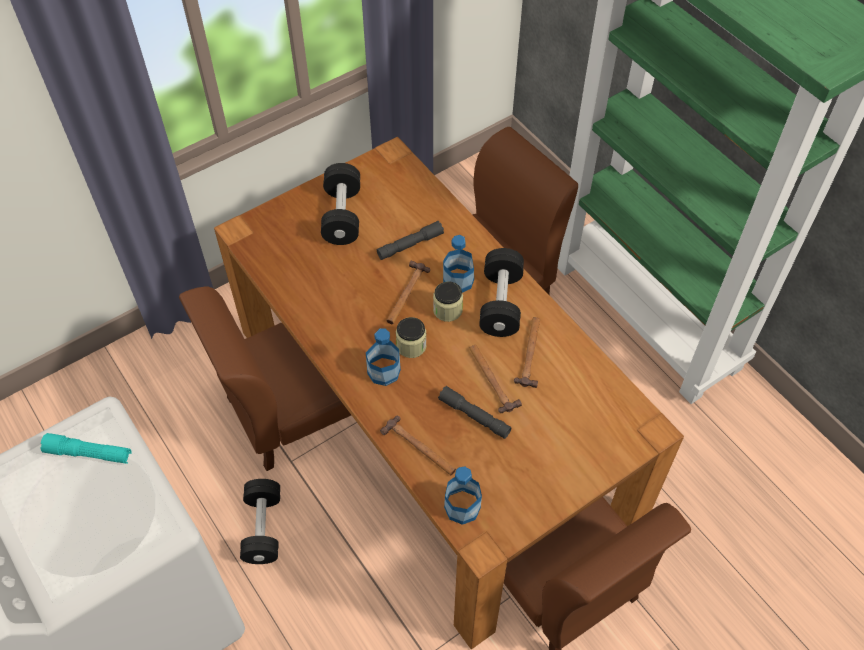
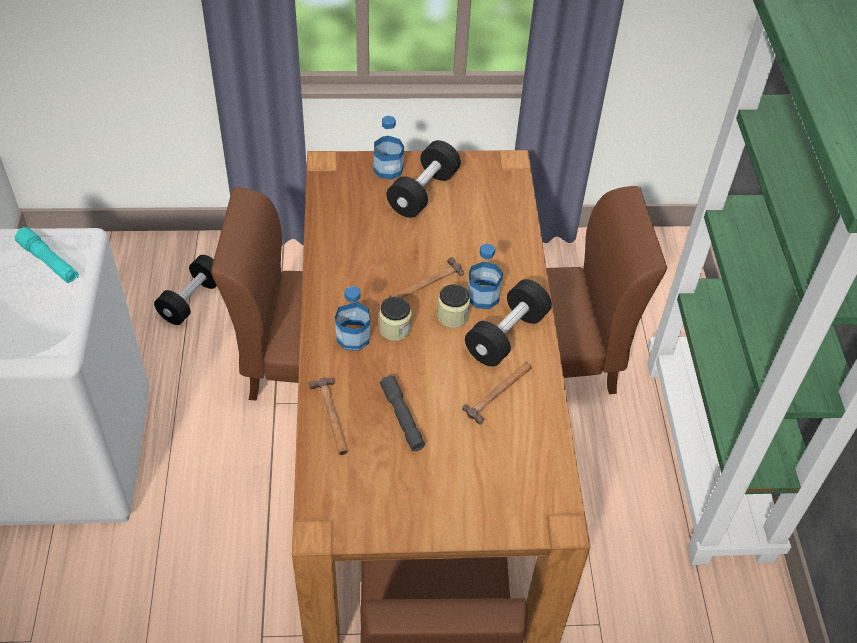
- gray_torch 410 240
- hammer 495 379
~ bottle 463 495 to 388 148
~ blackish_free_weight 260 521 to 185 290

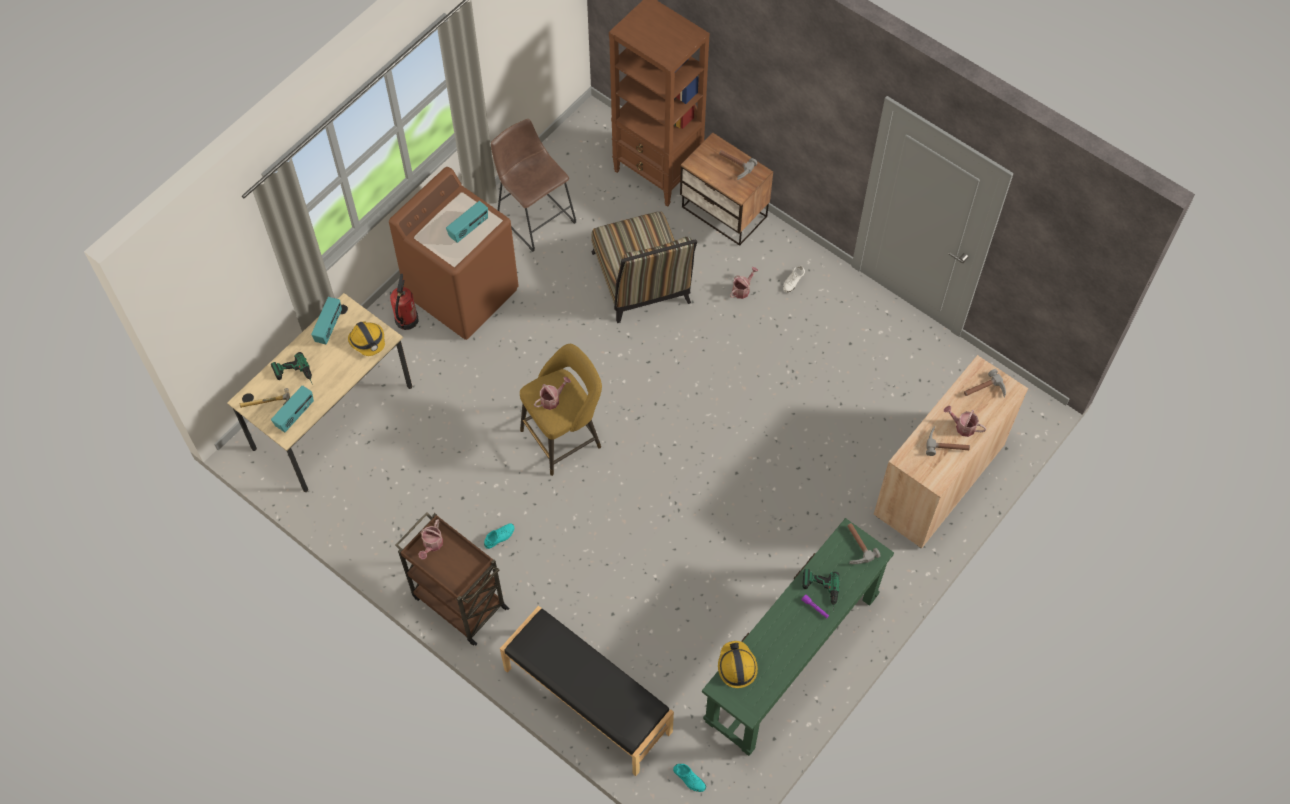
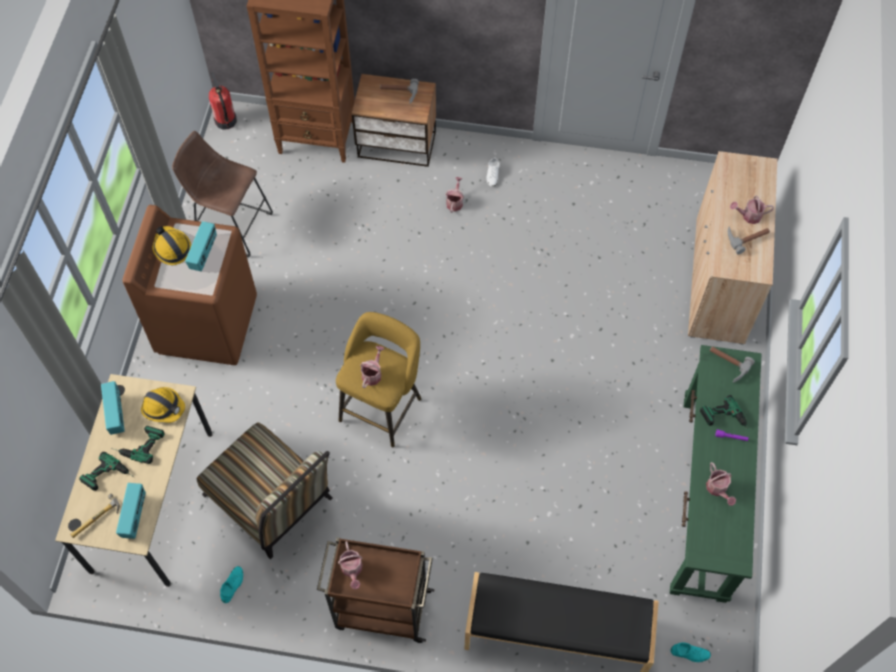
~ plain_chair 644 267 to 265 490
~ fire-fighting_cylinder 404 301 to 223 101
- hammer 985 383
~ turquoise-coloured_shoe 499 536 to 231 584
~ work_helmet 738 664 to 171 245
+ power_drill 137 445
+ watering_can 721 484

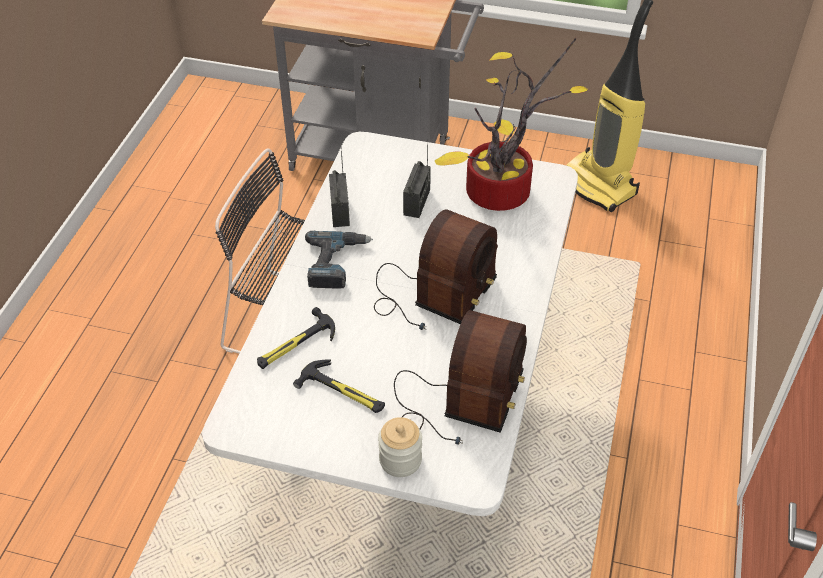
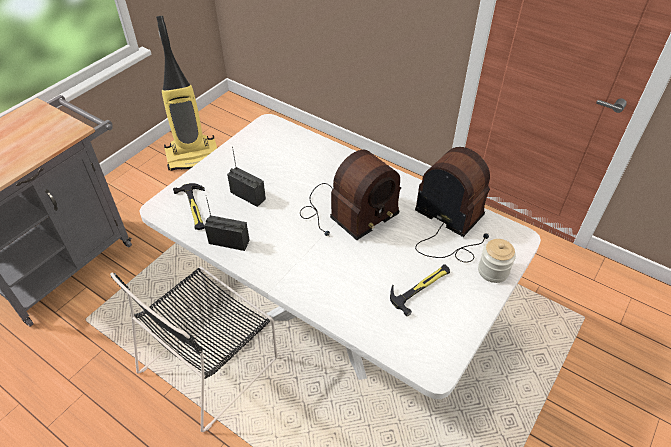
- houseplant 511 124
~ radio 436 269 = 350 195 90 degrees clockwise
- power_drill 339 260
~ hammer 296 338 to 189 206

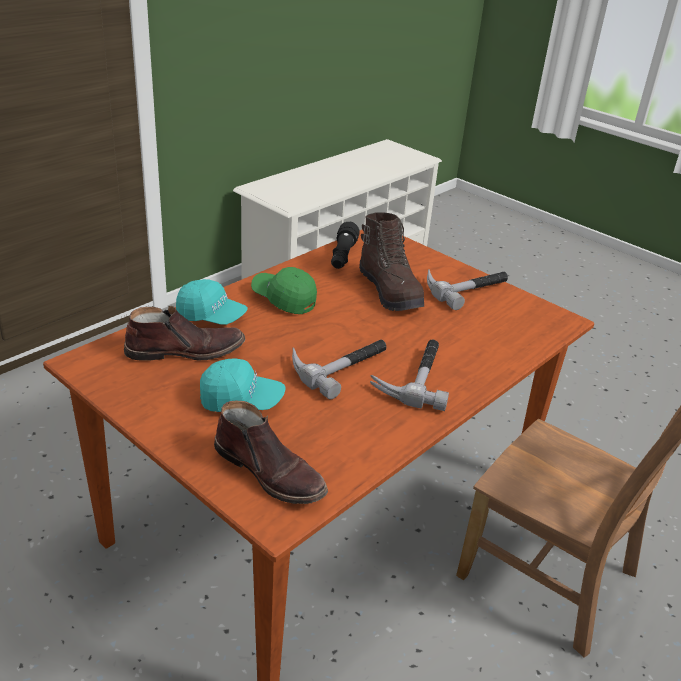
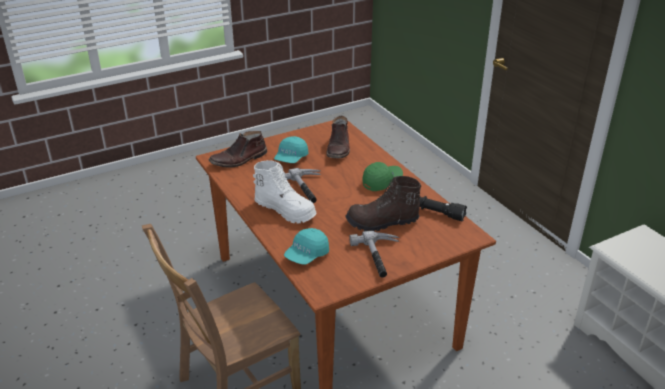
~ turquoise-coloured_baseball_cap 212 302 to 306 246
~ hammer 409 375 to whitish_high-top_boot 285 192

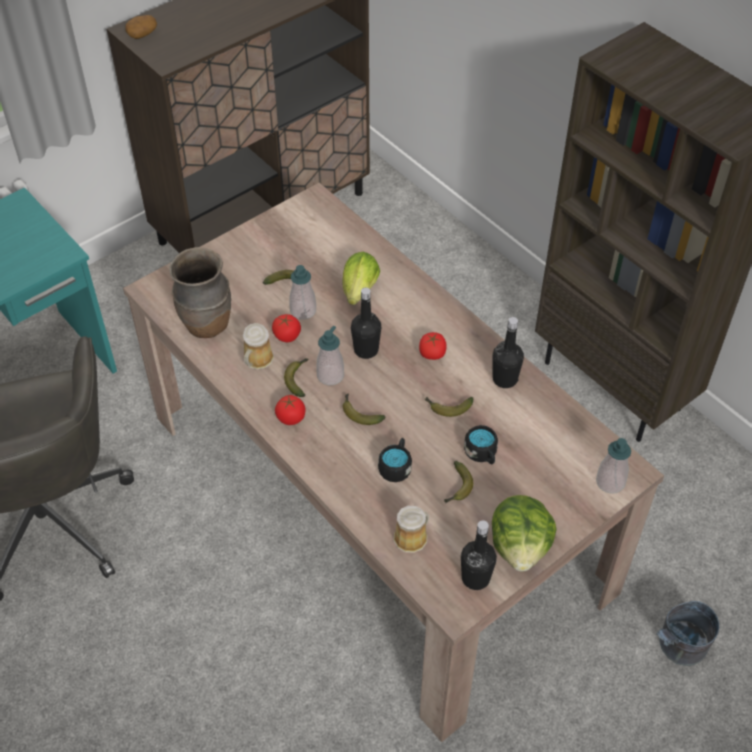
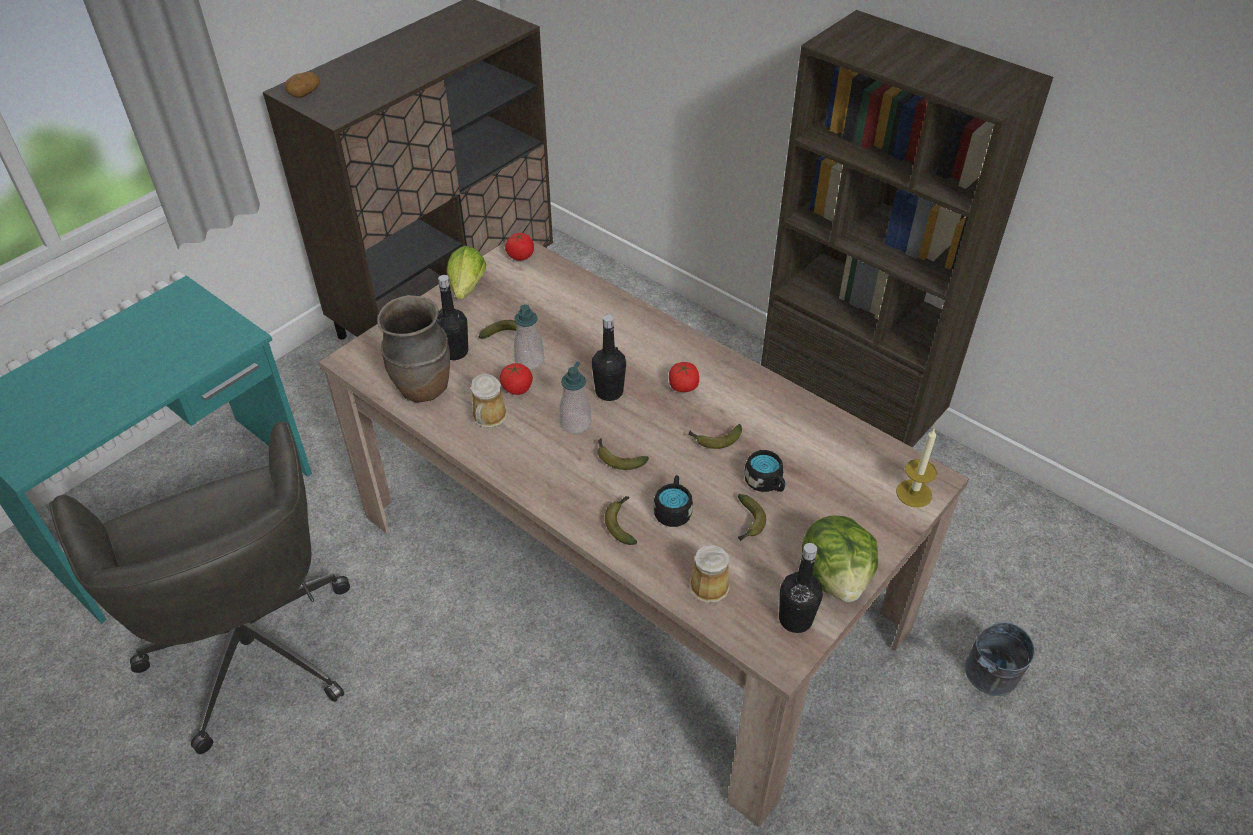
~ head_of_lettuce 361 278 to 466 272
~ blackish_bottle 508 352 to 452 317
~ whole_banana 296 377 to 621 520
~ whole_tomato 290 410 to 519 247
~ soap_bottle 613 466 to candle 916 468

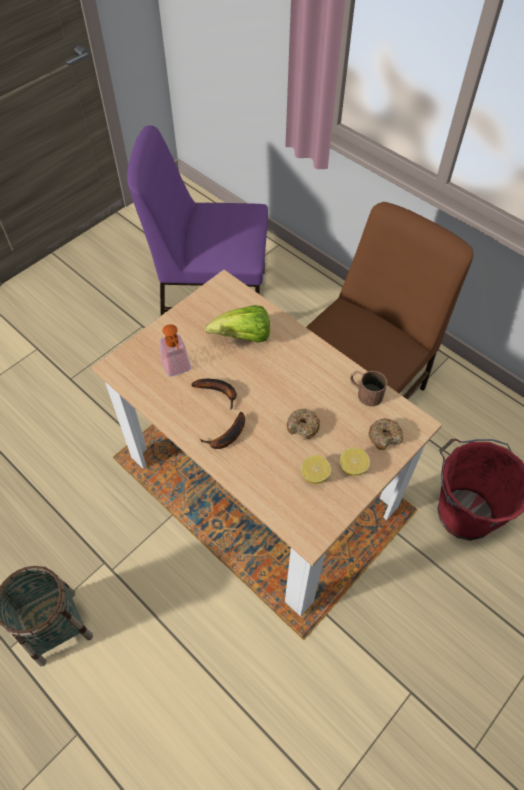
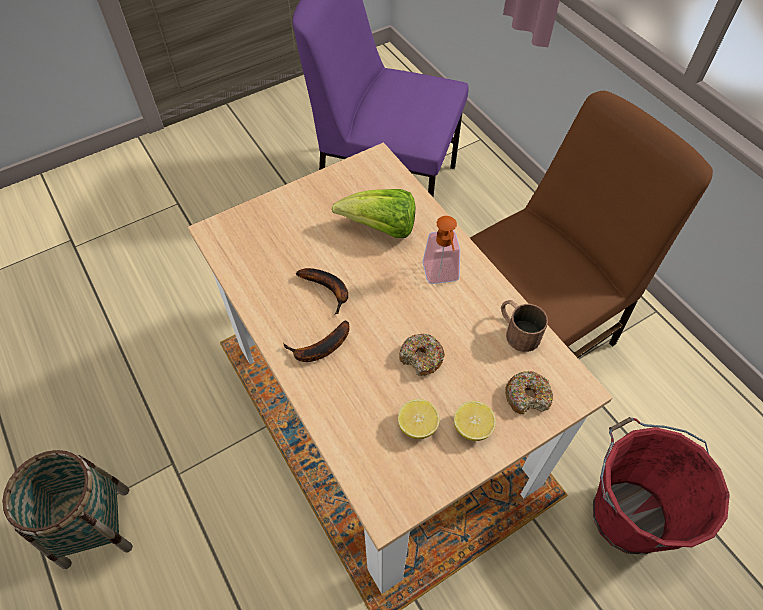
~ soap_bottle 175 350 to 441 250

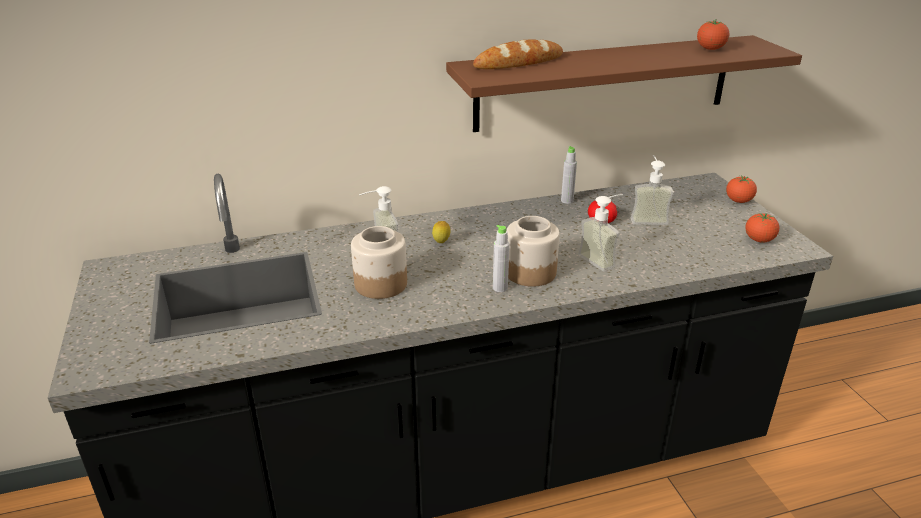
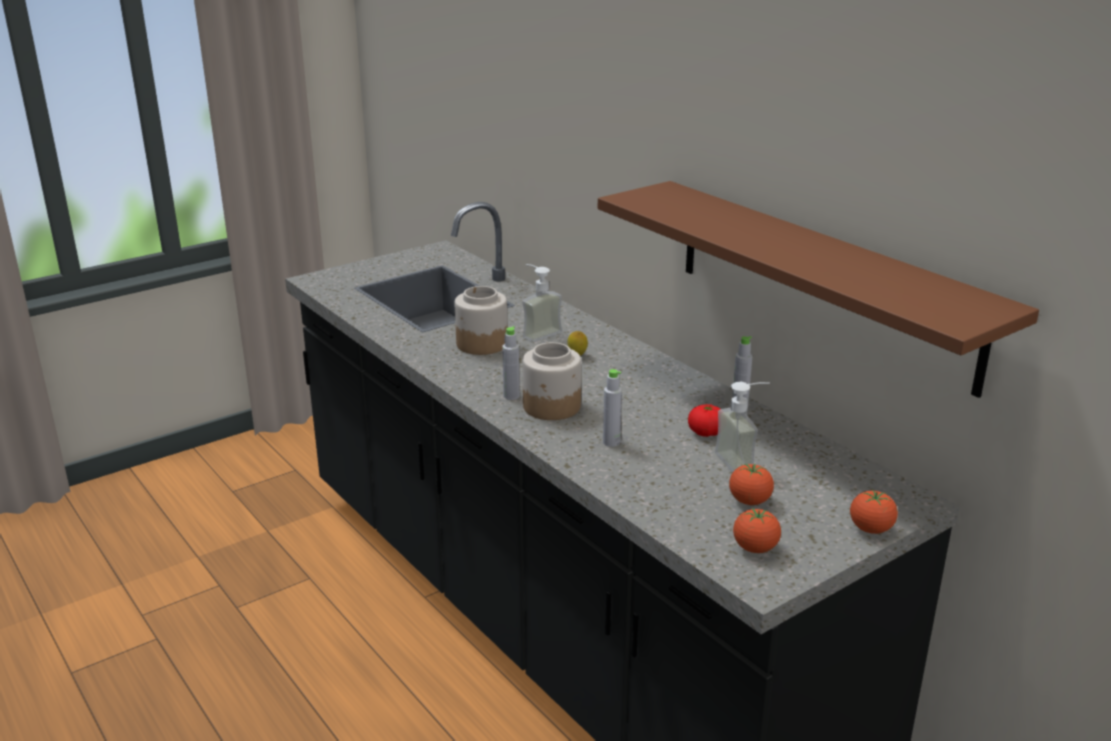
~ whole_tomato 713 35 to 751 484
- bread 518 54
~ soap_bottle 600 233 to gray_bottle 612 408

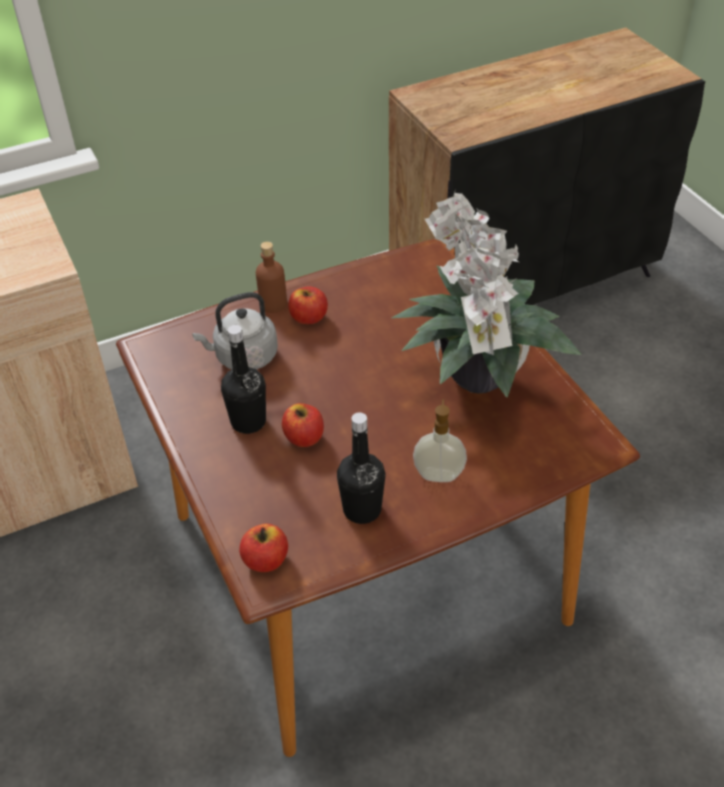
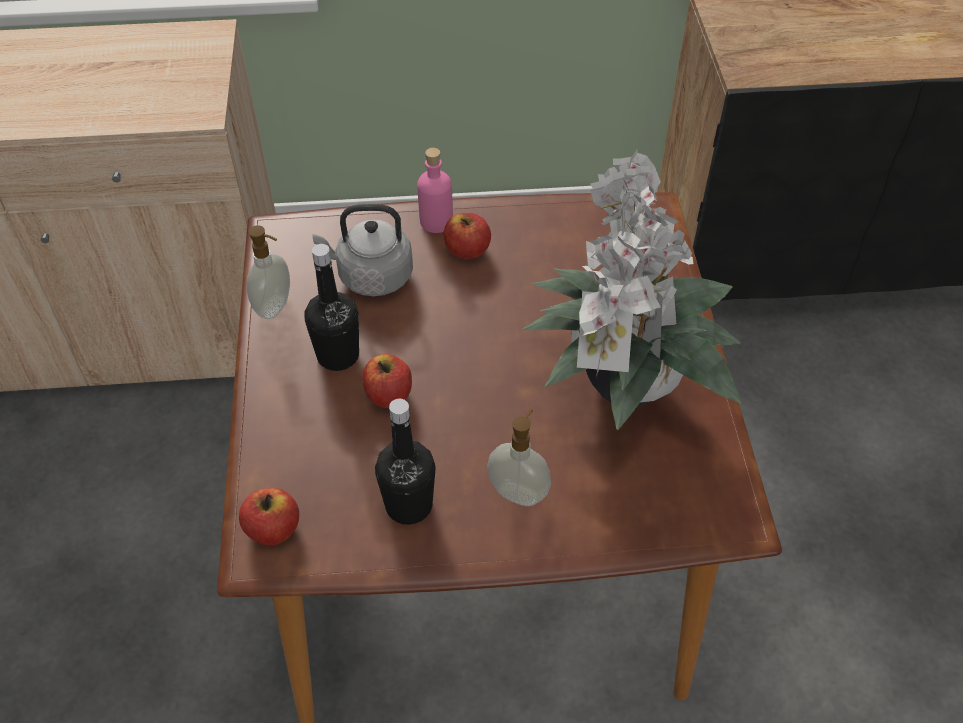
~ brown_bottle 271 277 to pink_bottle 435 190
+ soap_bottle 268 272

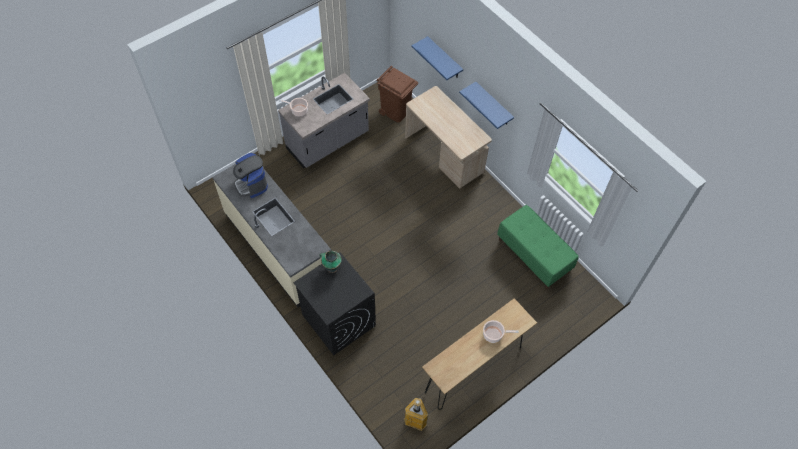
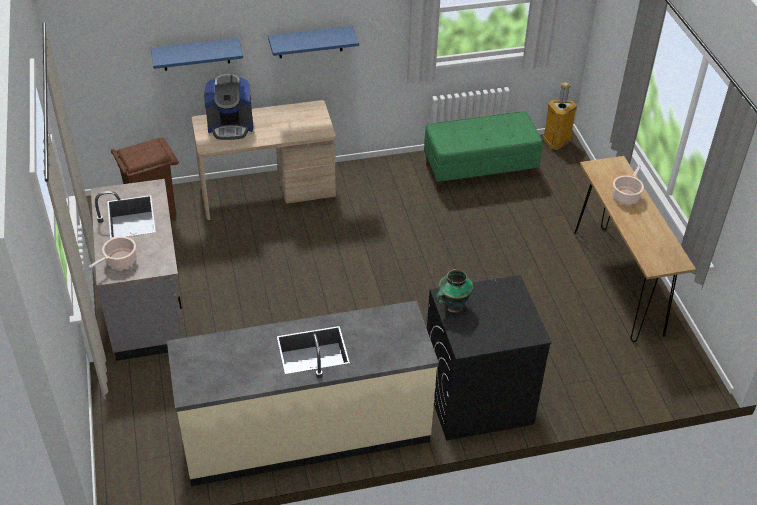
~ coffee_machine 250 175 to 228 107
~ rubbish_bin 416 414 to 560 116

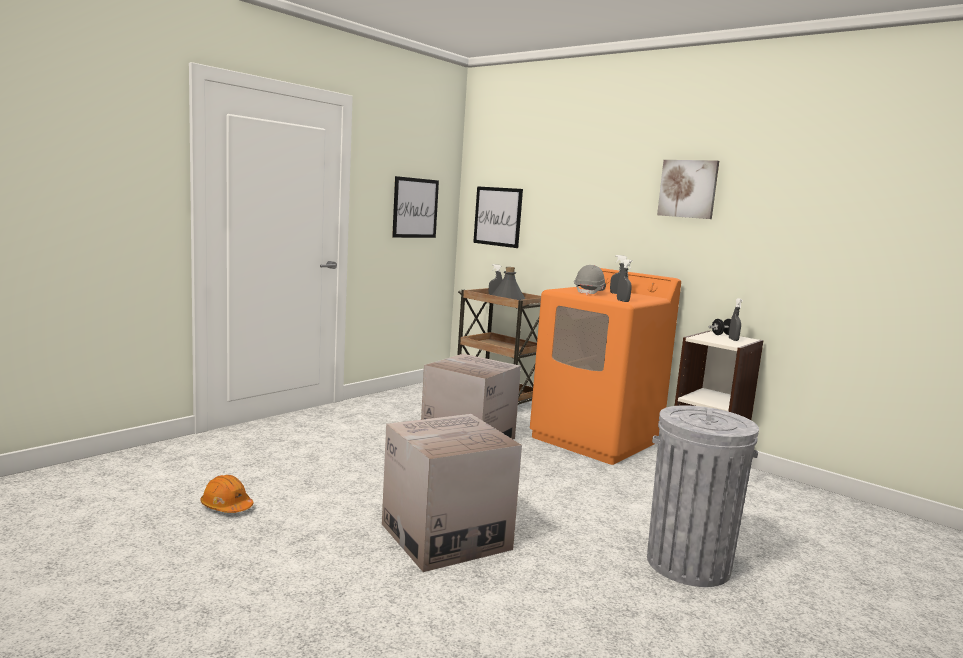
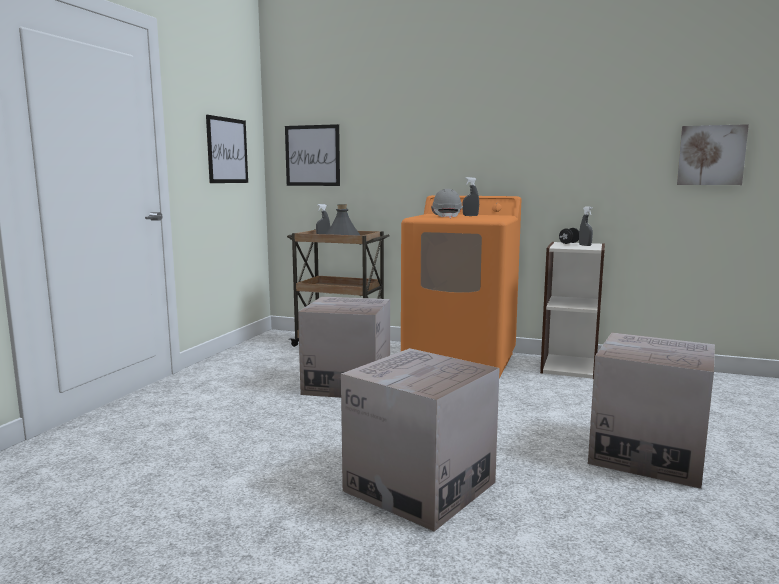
~ wall_art 688 189 to 713 154
- gray_sprayer 625 280
~ gray_rubbish_bin 703 496 to cardboard_box 651 411
- orange-coloured_work_helmet 227 494

